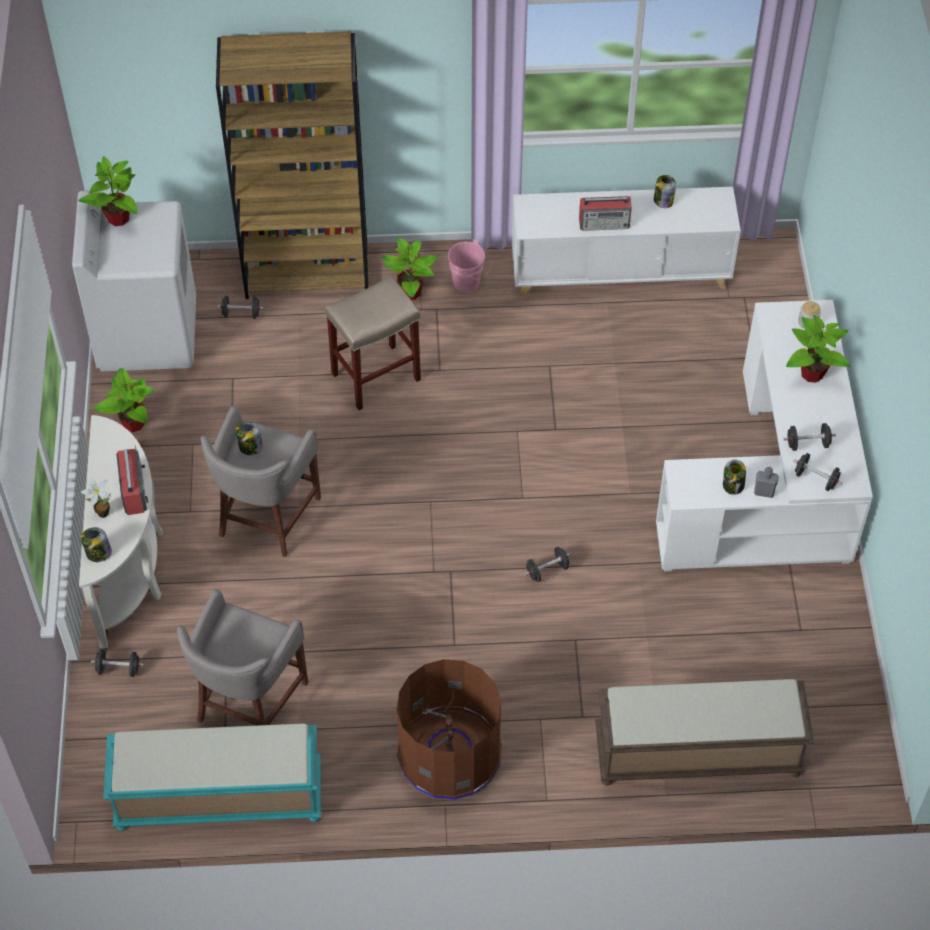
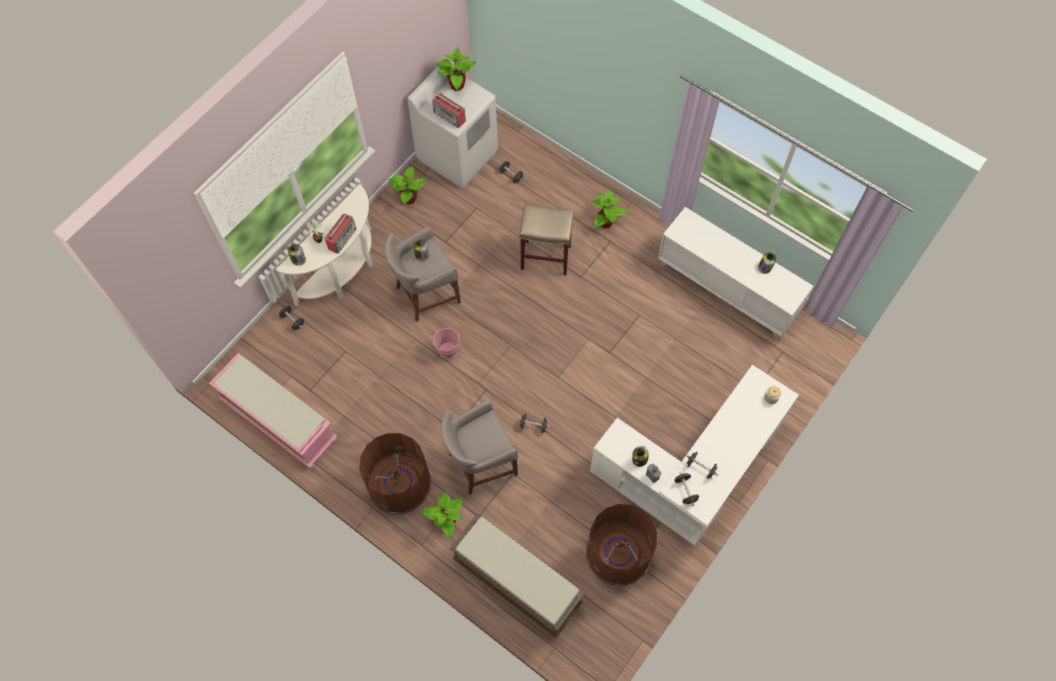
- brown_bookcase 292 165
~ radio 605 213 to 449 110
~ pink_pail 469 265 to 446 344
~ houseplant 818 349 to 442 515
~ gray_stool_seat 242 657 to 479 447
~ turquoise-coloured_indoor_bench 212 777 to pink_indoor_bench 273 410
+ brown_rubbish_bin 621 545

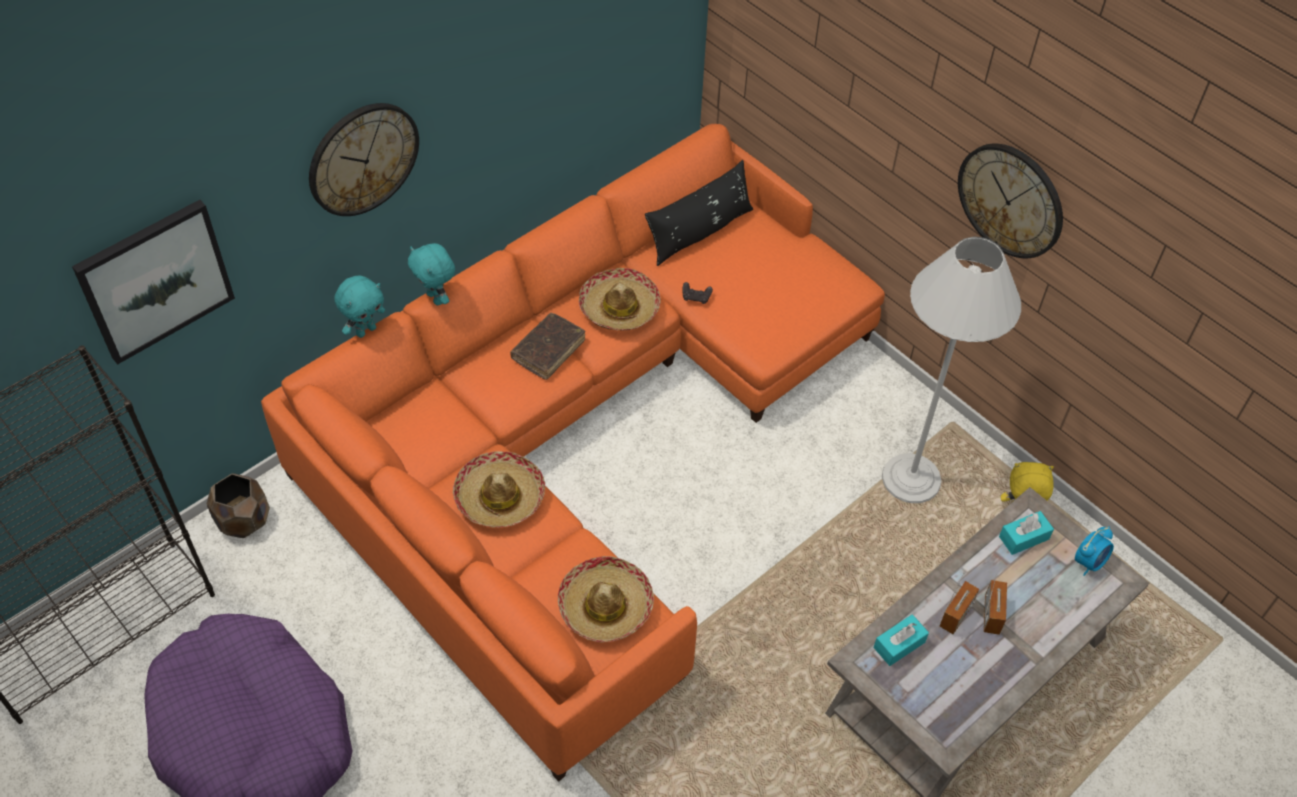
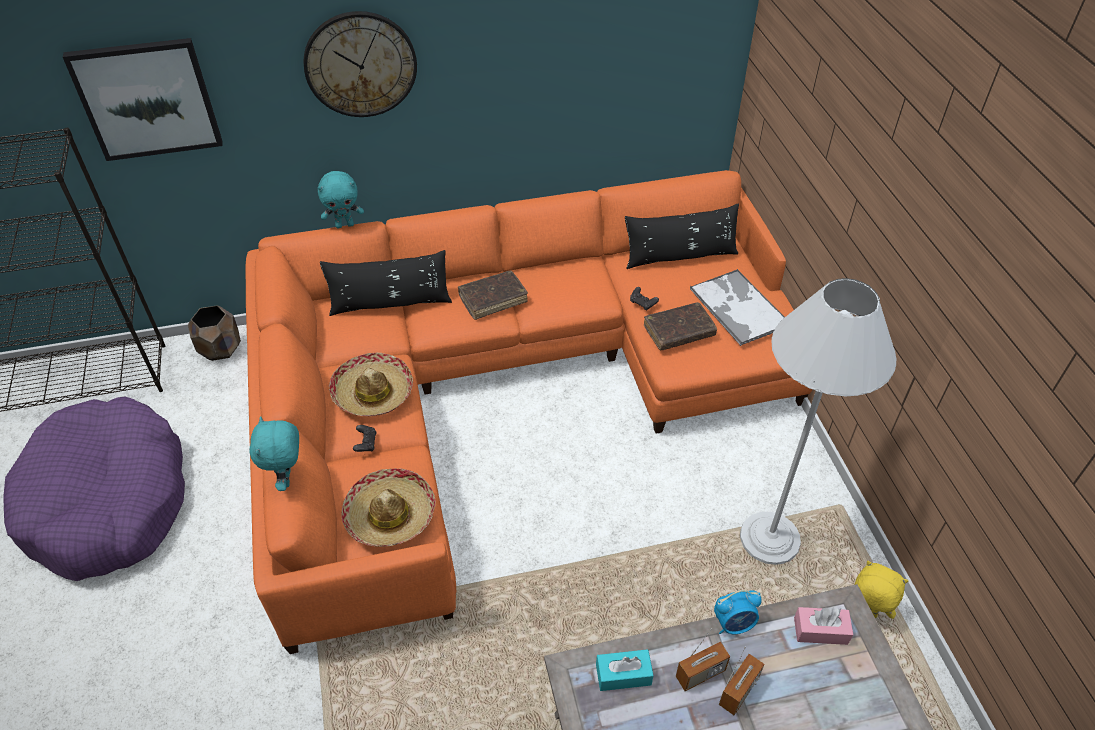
- hanging_clock 1010 200
~ turquoise-coloured_cuddly_toy 431 274 to 274 453
- hat 620 299
~ turquoise-coloured_tissue_holder 1026 533 to pink_tissue_holder 823 626
~ bedside_clock 1094 551 to 738 612
+ blackish_throw_pillow 386 283
+ tray 737 307
+ brown_bound_book 680 326
+ blackish_game_controller 365 438

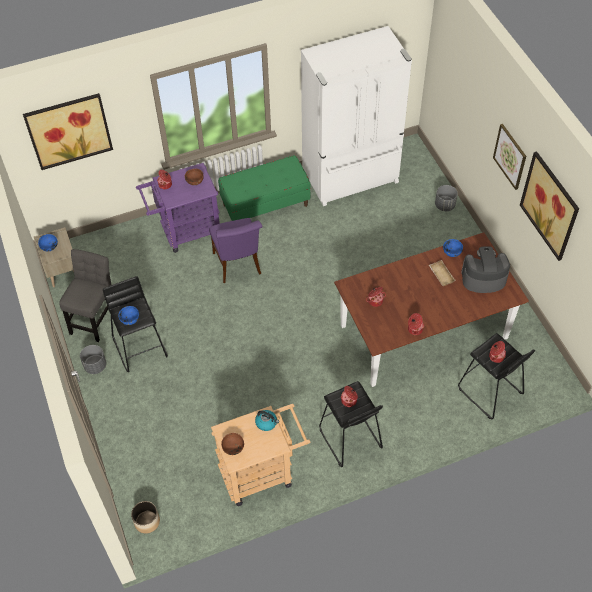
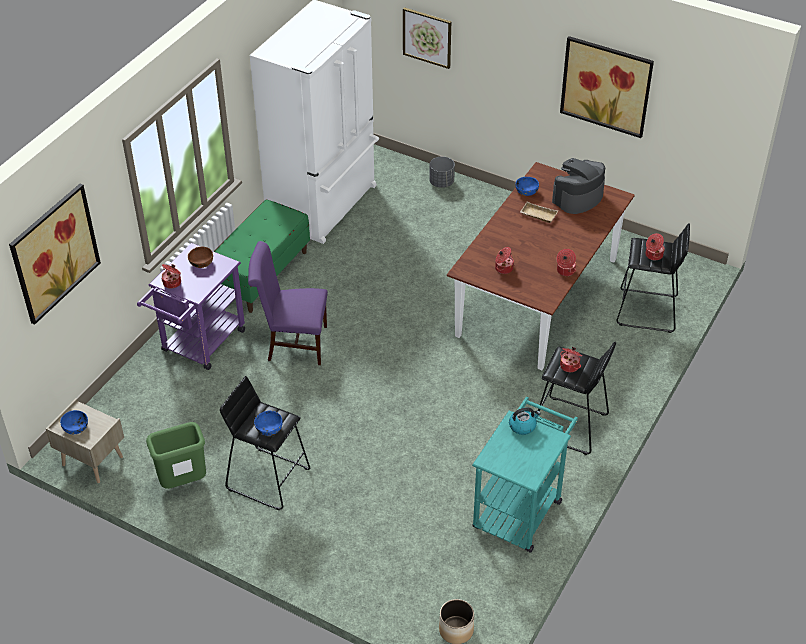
~ wall_art 509 157 to 427 38
~ purple_plain_chair 236 250 = 288 303 150 degrees clockwise
~ gray_plain_chair 85 295 to green_rubbish_bin 176 455
- gray_flower_pot 93 359
~ beige_wheeled_cart 260 455 to turquoise-coloured_wheeled_cart 525 475
- brown_bowl 232 444

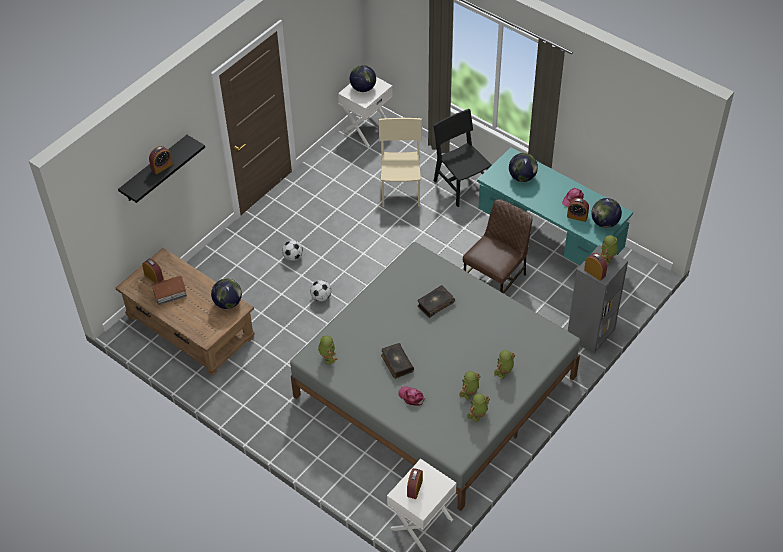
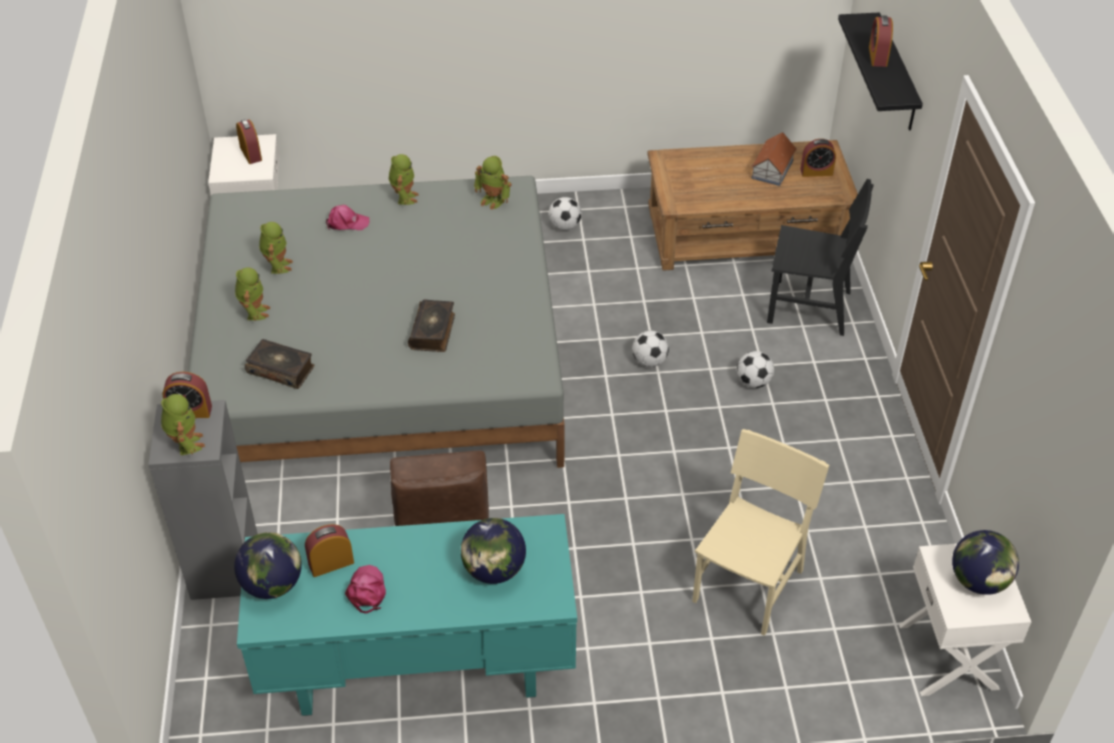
~ blackish_plain_chair 462 158 to 820 257
~ beige_plain_chair 400 162 = 760 532 105 degrees counterclockwise
- globe 226 294
~ bound_book 397 361 to 279 364
~ toy_robot 478 407 to 404 179
+ football 565 213

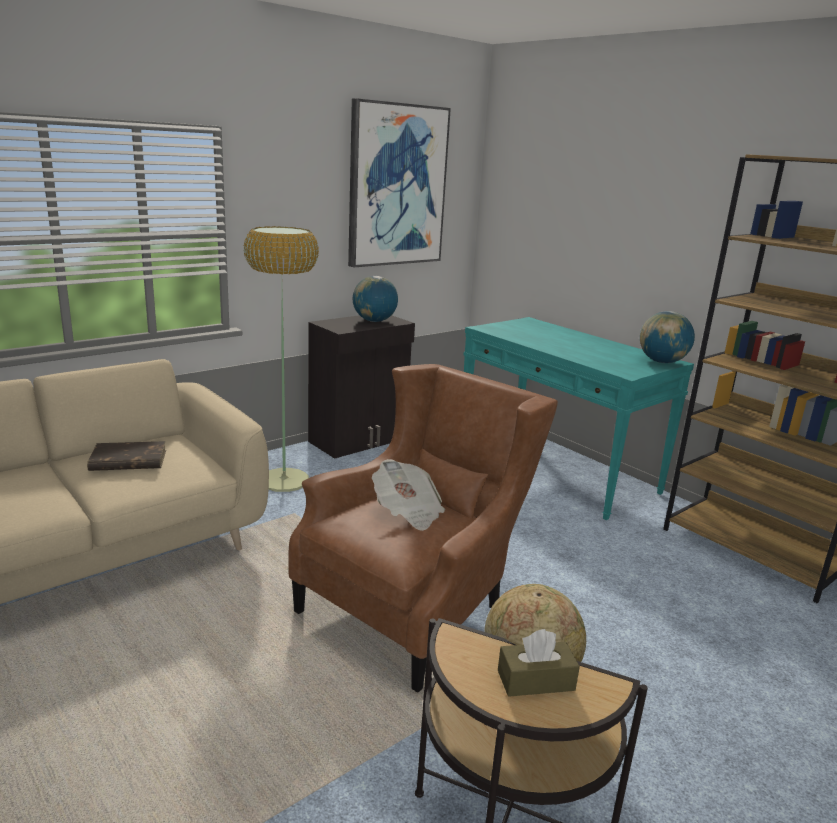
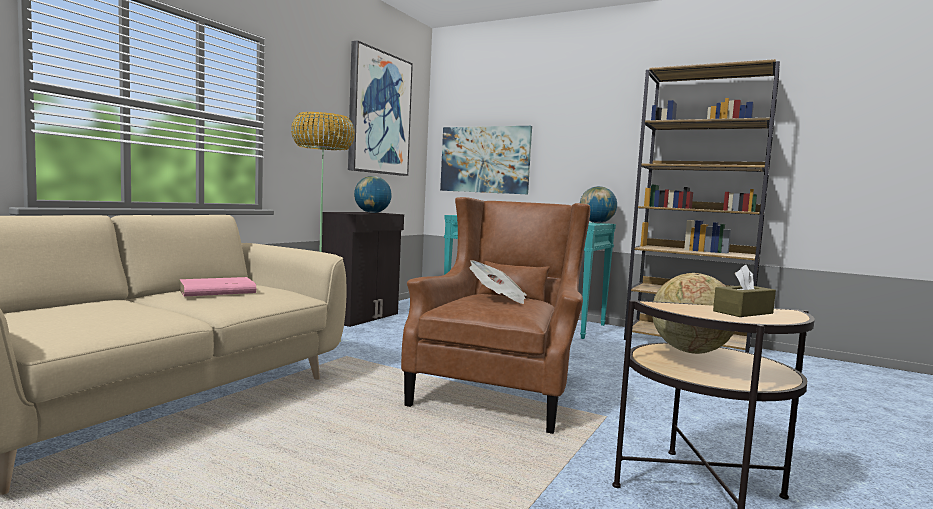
~ brown_bound_book 126 456 to pink_bound_book 217 287
+ wall_art 486 160

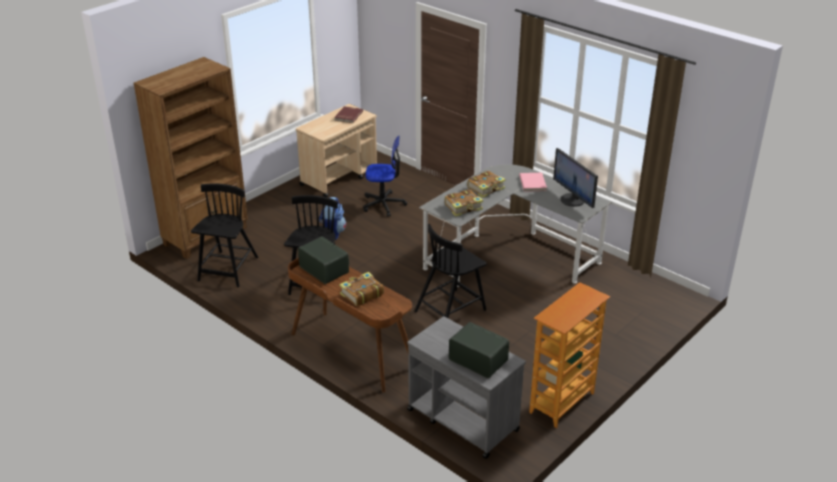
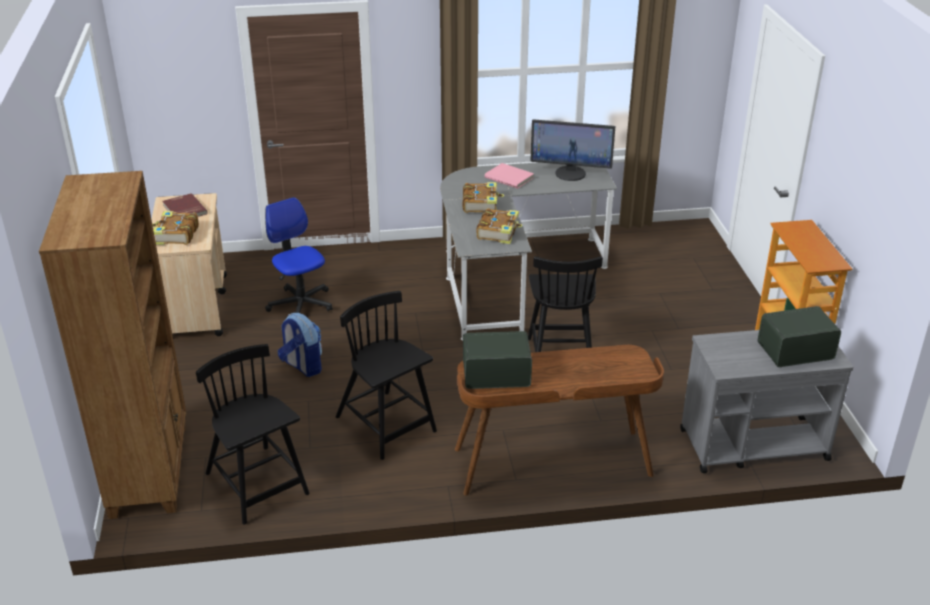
~ computer_chair 385 176 = 299 255 75 degrees counterclockwise
~ bound_book 362 289 to 175 228

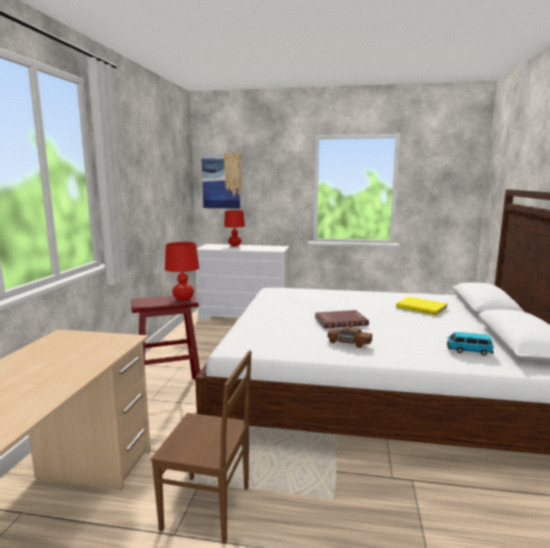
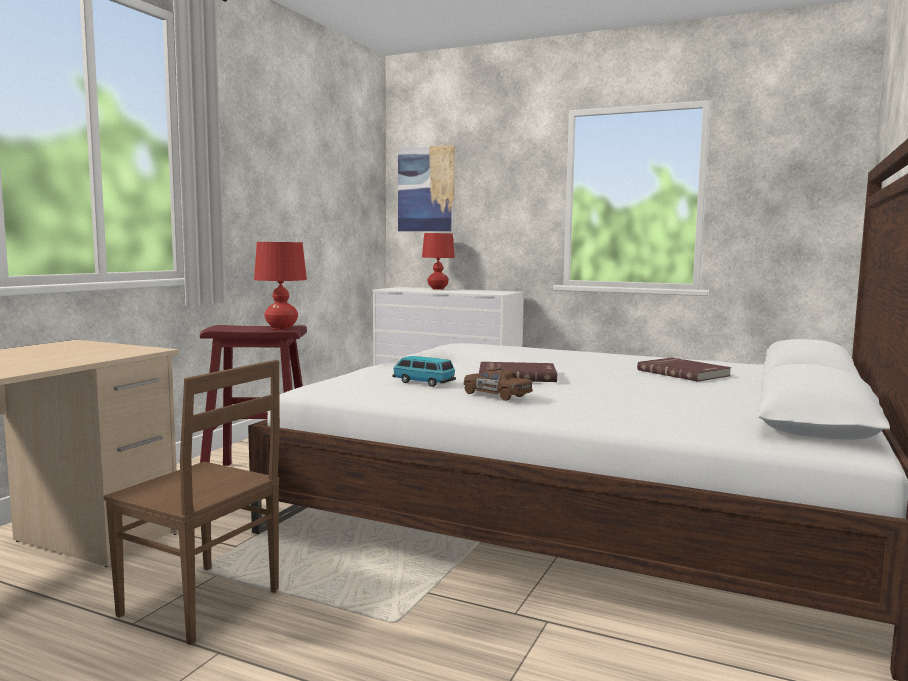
~ yellowish_bound_book 421 306 to red_bound_book 684 370
~ toy_car 470 344 to 424 371

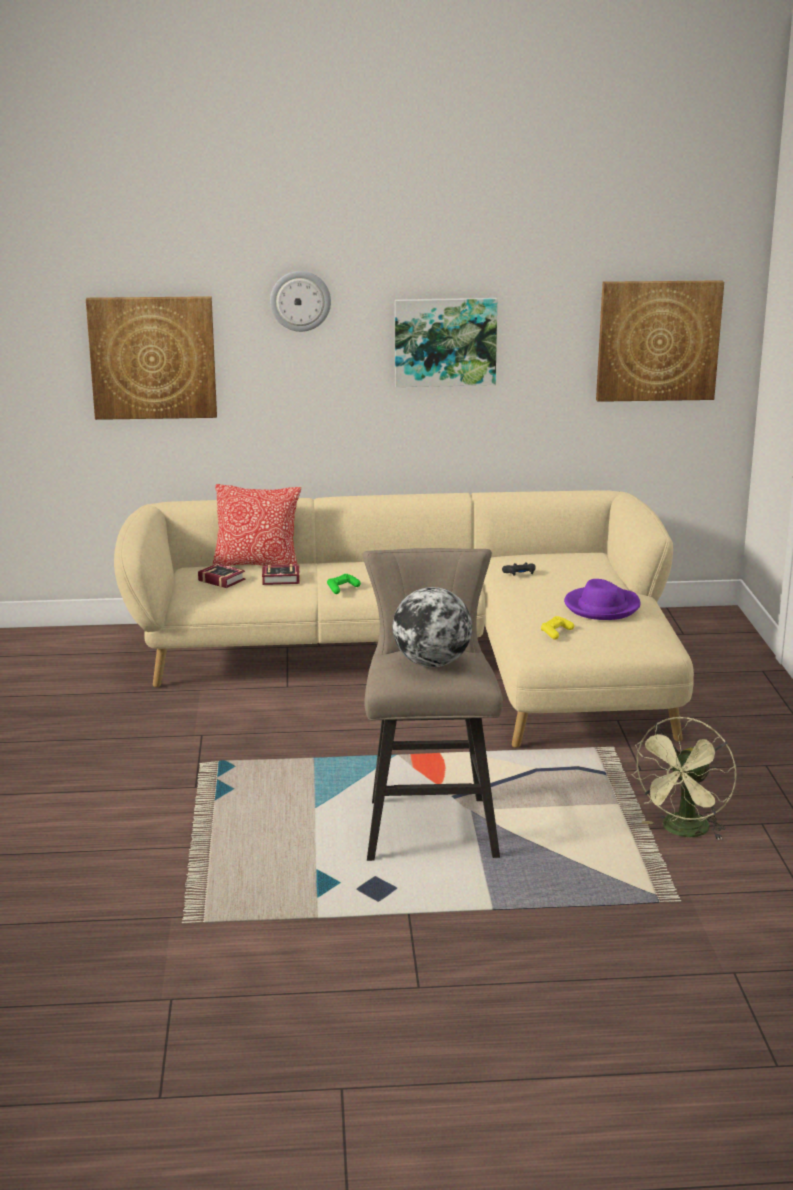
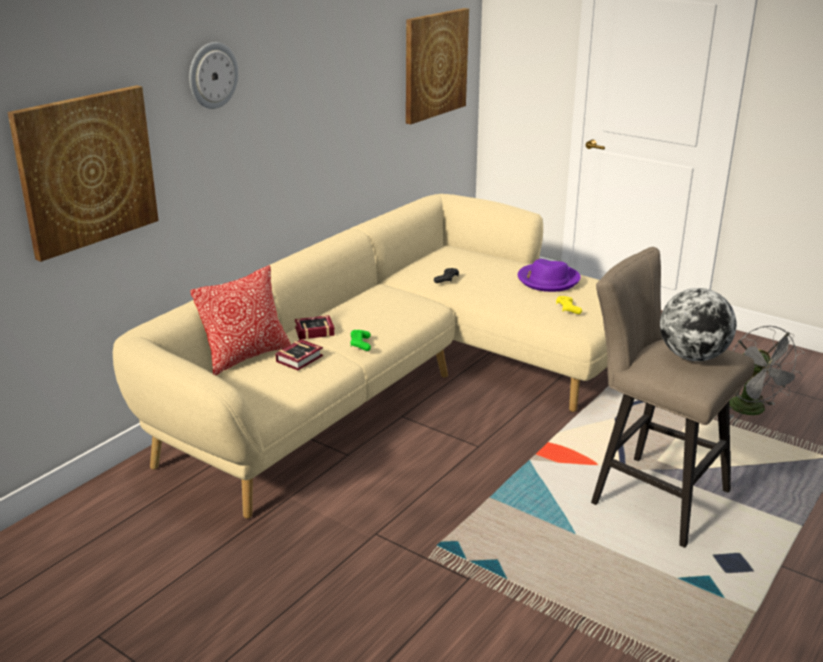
- wall_art 446 342
~ bound_book 221 575 to 314 327
~ green_fan 684 778 to gray_fan 767 372

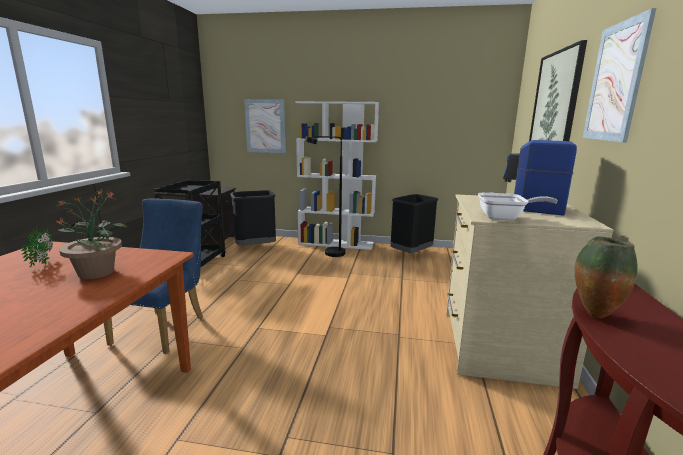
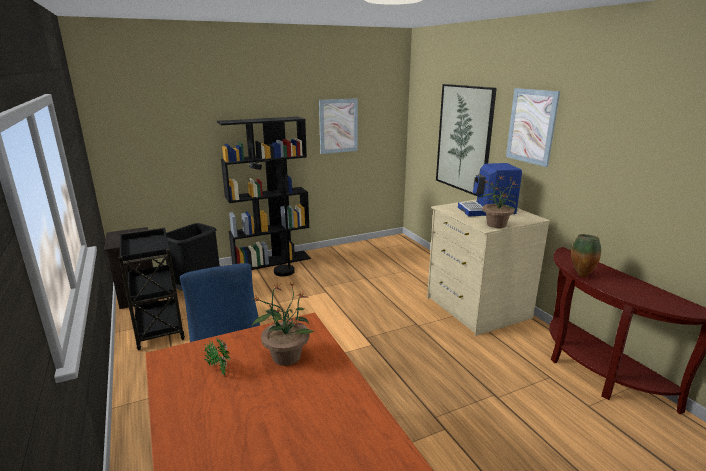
~ wall_art 265 126 to 338 126
~ whitish_bookcase 337 175 to blackish_bookcase 264 193
~ frying_pan 518 207 to houseplant 498 202
- blackish_rubbish_bin 414 223

